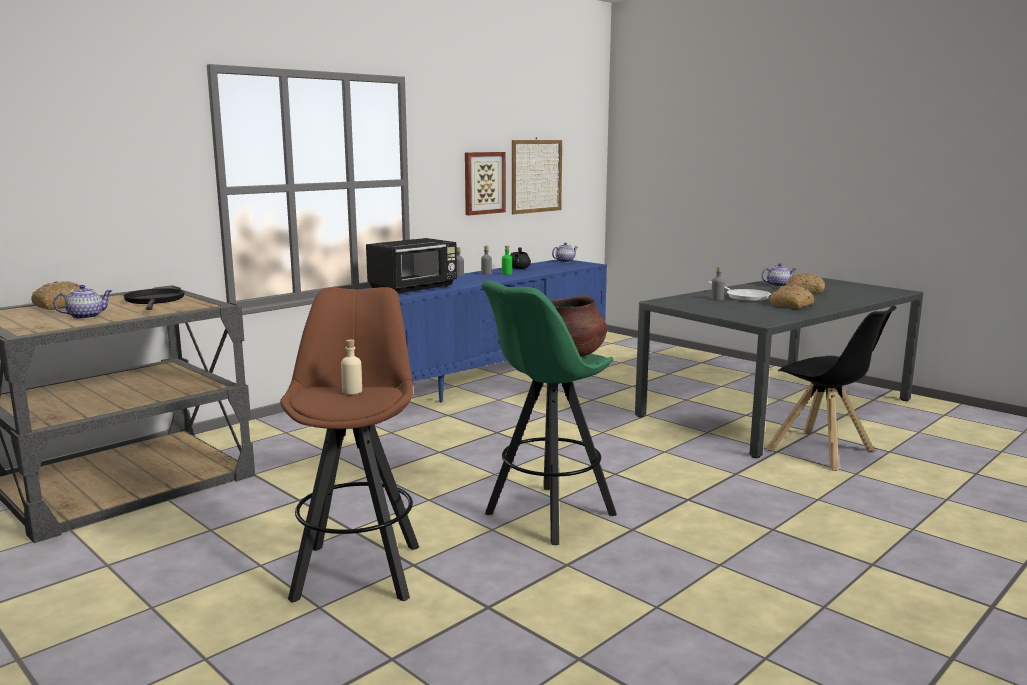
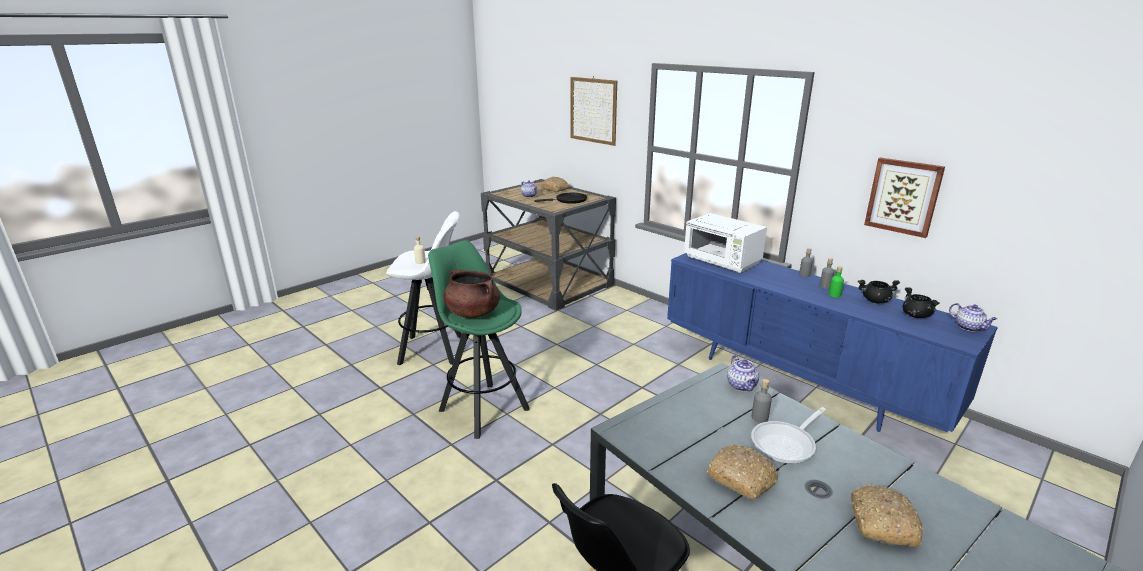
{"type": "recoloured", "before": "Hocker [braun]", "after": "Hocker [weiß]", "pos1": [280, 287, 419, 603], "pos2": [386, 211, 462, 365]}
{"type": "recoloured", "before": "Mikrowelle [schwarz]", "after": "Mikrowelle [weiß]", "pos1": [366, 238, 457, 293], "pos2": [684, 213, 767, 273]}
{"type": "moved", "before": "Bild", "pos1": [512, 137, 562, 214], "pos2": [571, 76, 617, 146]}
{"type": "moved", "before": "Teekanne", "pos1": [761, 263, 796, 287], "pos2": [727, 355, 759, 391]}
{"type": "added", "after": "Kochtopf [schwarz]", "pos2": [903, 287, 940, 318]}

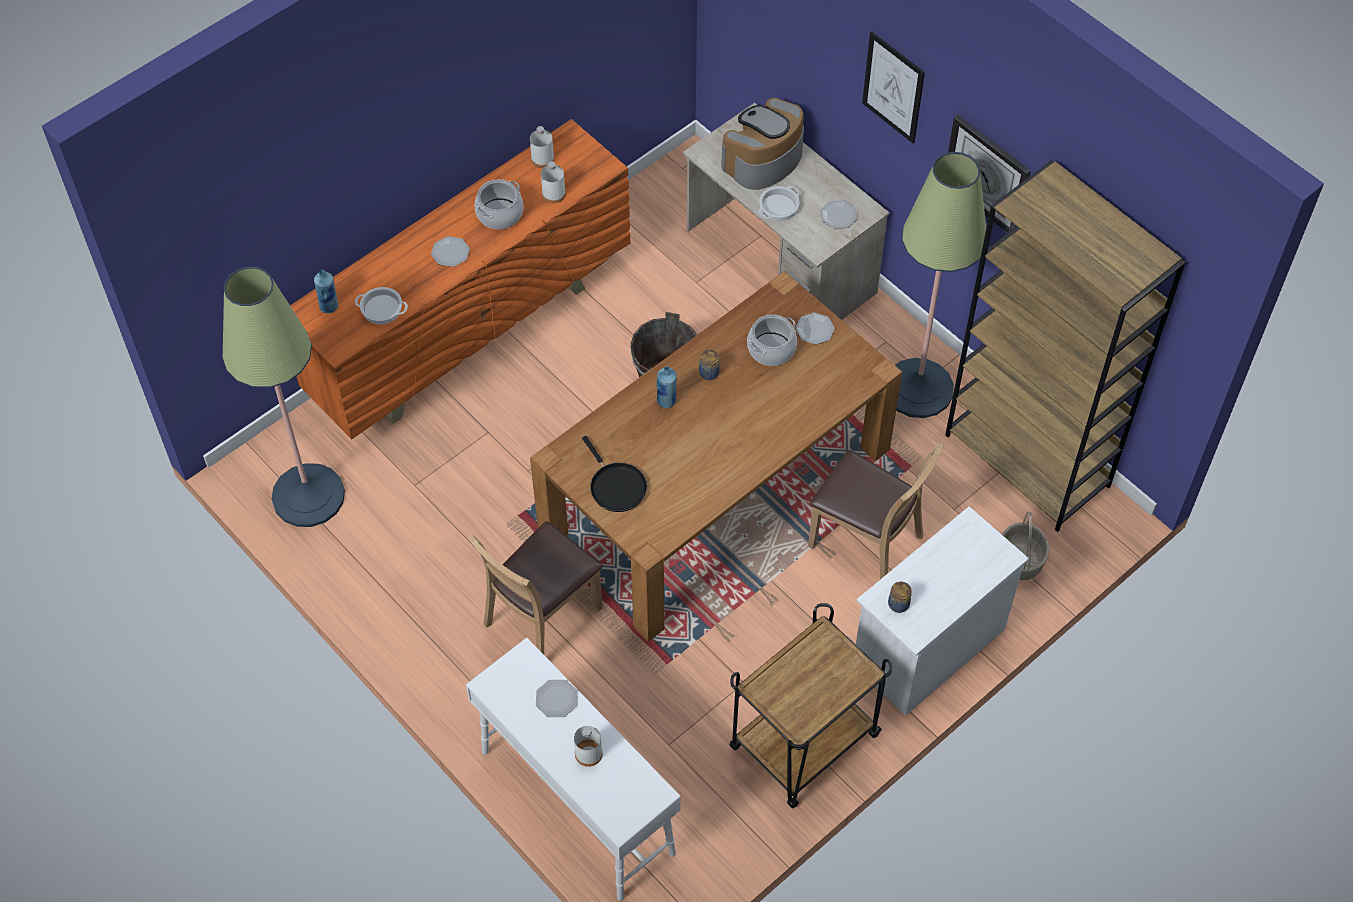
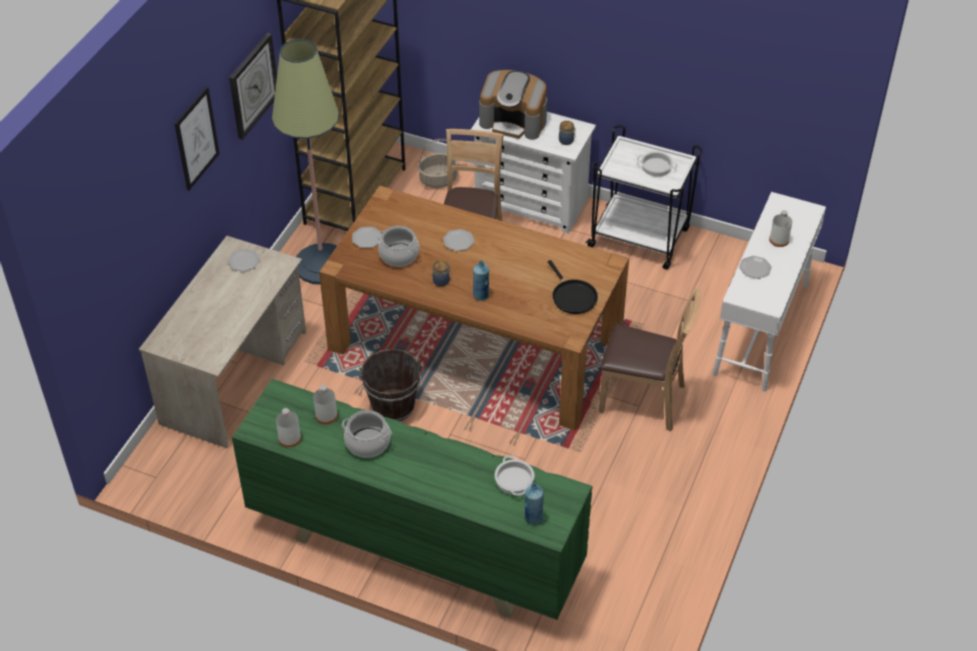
{"type": "removed", "before": "Stehlampe", "pos1": [222, 267, 345, 527]}
{"type": "recoloured", "before": "Schrank [orange]", "after": "Schrank [grün]", "pos1": [290, 119, 630, 439], "pos2": [232, 379, 592, 620]}
{"type": "moved", "before": "Teller", "pos1": [431, 236, 470, 267], "pos2": [443, 229, 475, 251]}
{"type": "turned", "before": "Pfanne [schwarz]", "pos1": [582, 436, 647, 512], "pos2": [548, 260, 598, 314], "turn": 120}
{"type": "moved", "before": "Kaffeemaschine", "pos1": [721, 98, 804, 190], "pos2": [479, 70, 547, 140]}
{"type": "recoloured", "before": "Rollwagen [braun]", "after": "Rollwagen [weiß]", "pos1": [730, 603, 892, 808], "pos2": [585, 125, 702, 270]}
{"type": "moved", "before": "Kochtopf", "pos1": [758, 186, 800, 221], "pos2": [637, 151, 678, 177]}

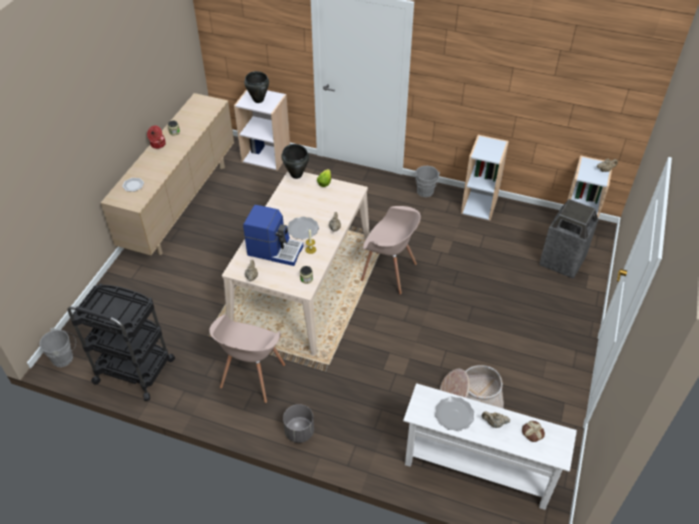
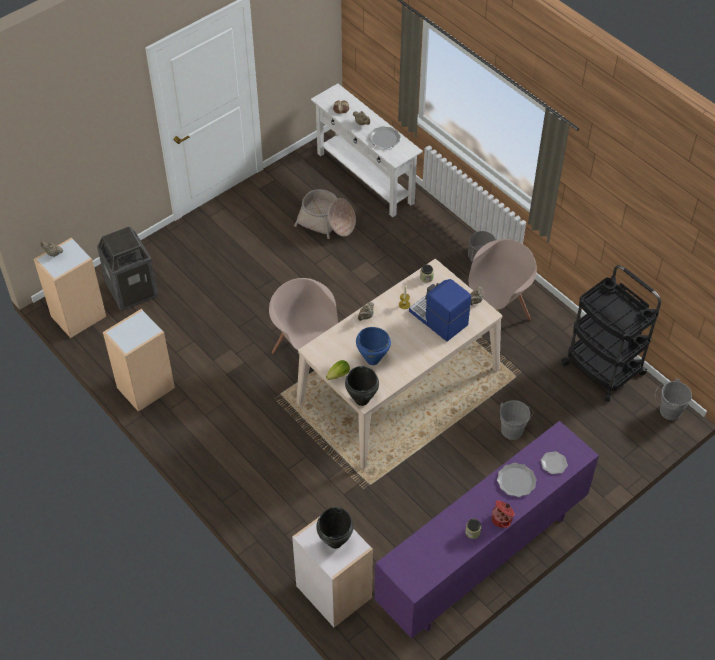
{"type": "recoloured", "before": "Schrank [beige]", "after": "Schrank [lila]", "pos1": [101, 93, 234, 255], "pos2": [375, 421, 599, 639]}
{"type": "moved", "before": "Teller", "pos1": [287, 217, 319, 239], "pos2": [497, 463, 537, 497]}
{"type": "moved", "before": "Eimer [grau]", "pos1": [415, 166, 440, 197], "pos2": [500, 400, 534, 440]}
{"type": "added", "after": "Kochtopf [blau]", "pos2": [356, 327, 391, 365]}

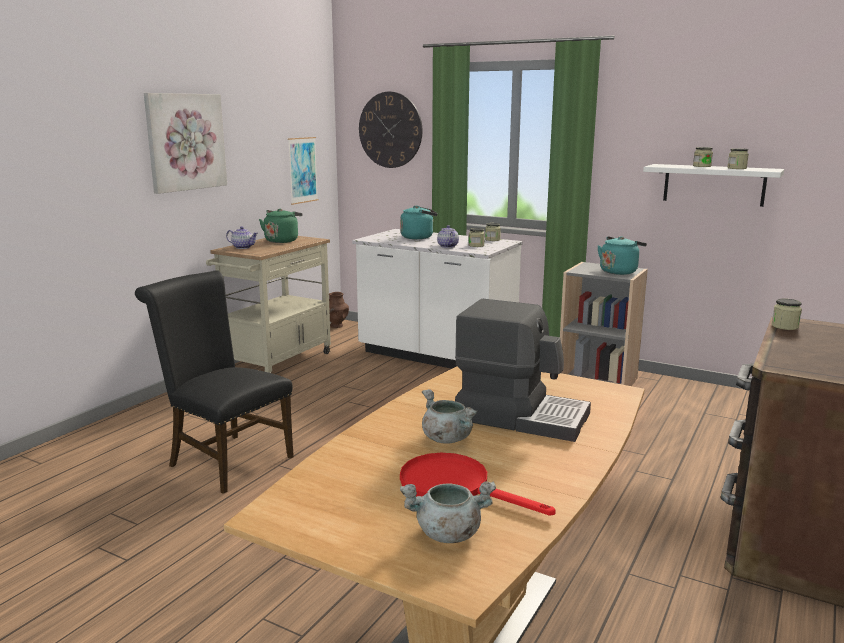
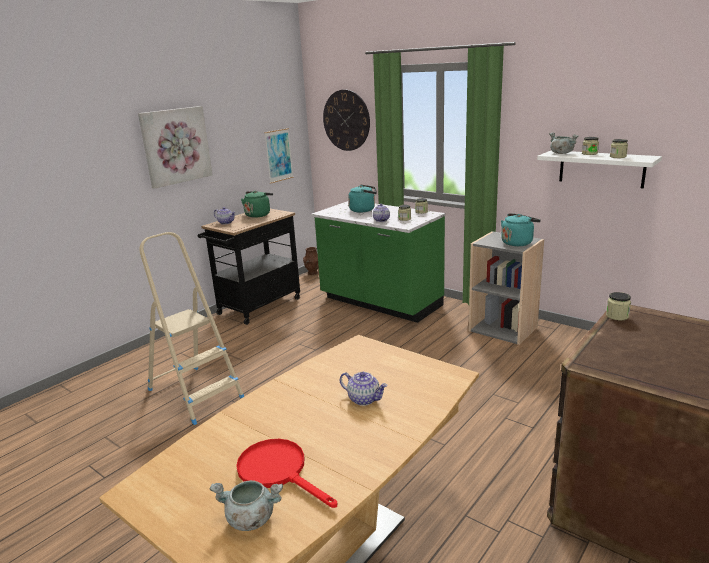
{"type": "replaced", "before": "Stuhl [schwarz]", "after": "Trittleiter [beige]", "pos1": [135, 270, 294, 494], "pos2": [140, 232, 244, 425]}
{"type": "recoloured", "before": "Rollwagen [beige]", "after": "Rollwagen [schwarz]", "pos1": [206, 236, 331, 373], "pos2": [198, 209, 300, 325]}
{"type": "recoloured", "before": "Küchenzeile [weiß]", "after": "Küchenzeile [grün]", "pos1": [352, 229, 523, 369], "pos2": [311, 201, 446, 323]}
{"type": "moved", "before": "Kochtopf [grau]", "pos1": [422, 389, 478, 444], "pos2": [549, 132, 579, 154]}
{"type": "replaced", "before": "Kaffeemaschine", "after": "Teekanne", "pos1": [455, 299, 591, 442], "pos2": [340, 372, 388, 406]}

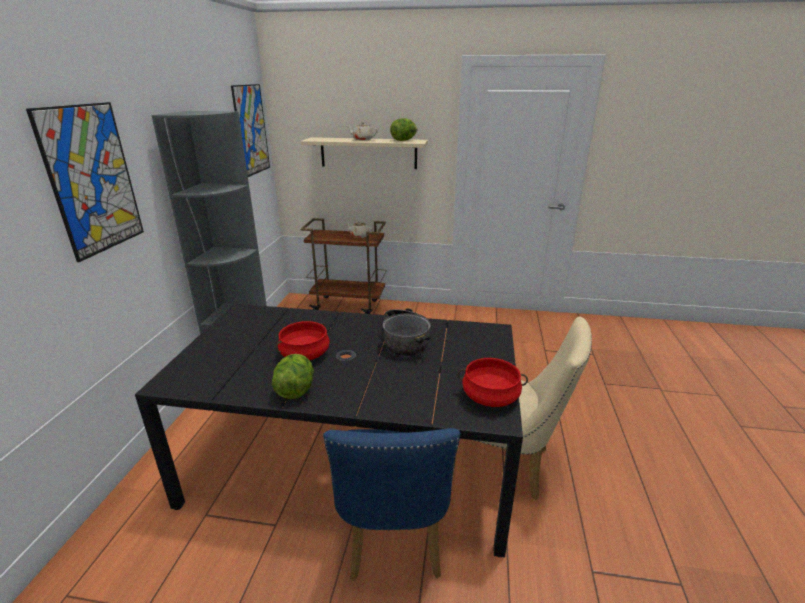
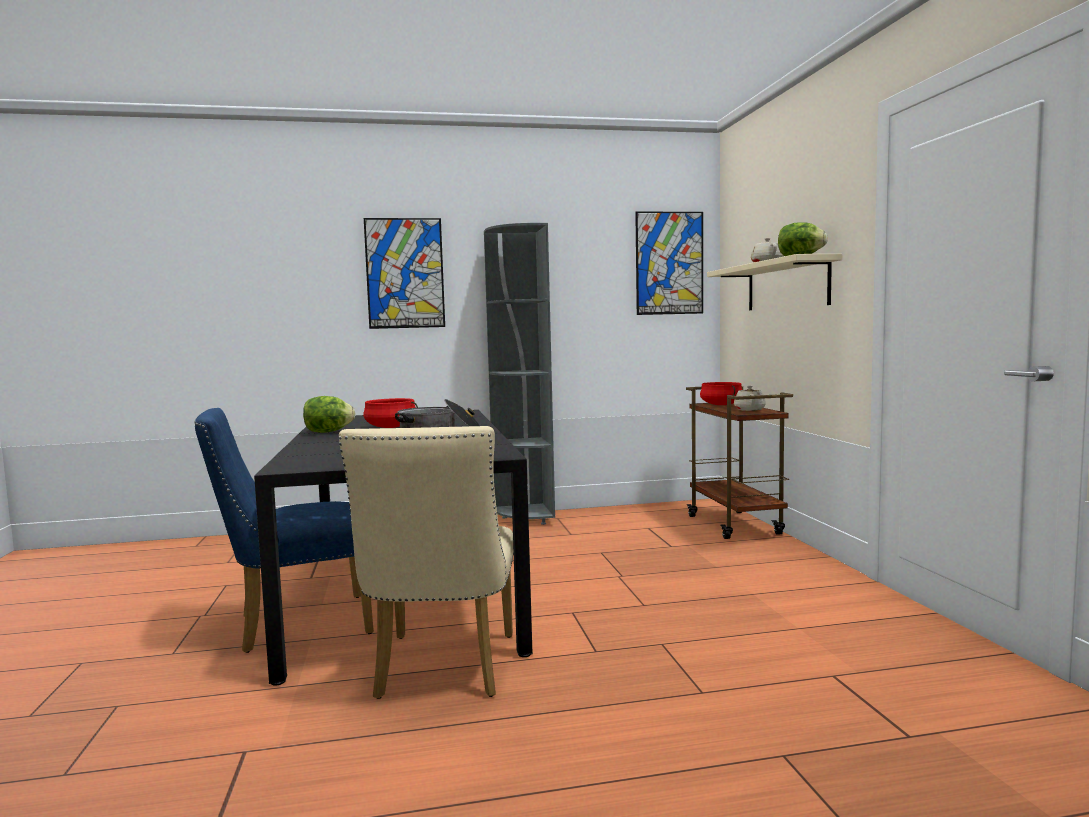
{"type": "moved", "before": "Kochtopf [rot]", "pos1": [458, 358, 528, 407], "pos2": [700, 382, 742, 405]}

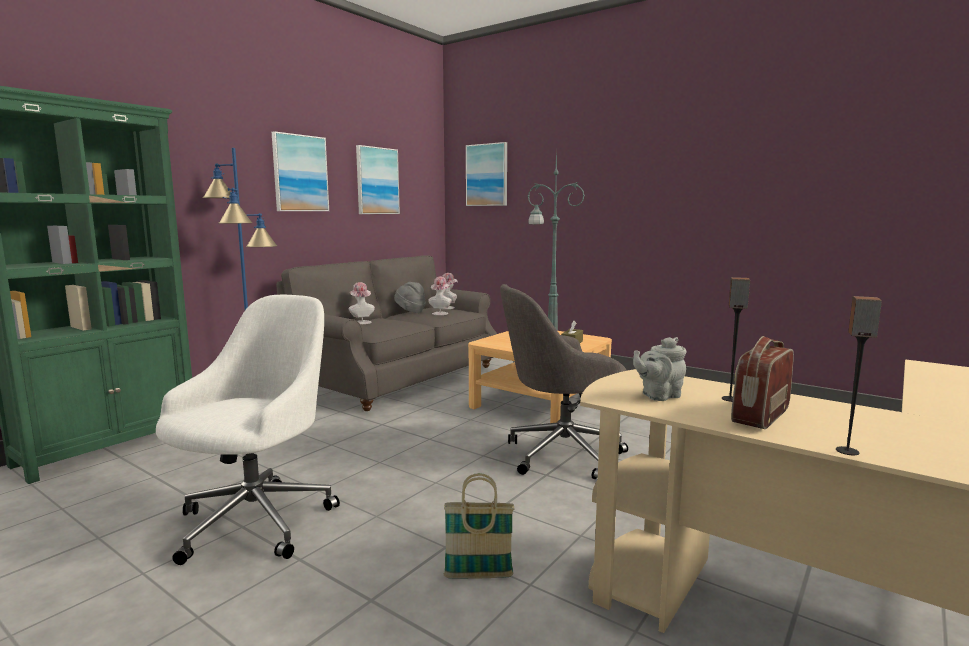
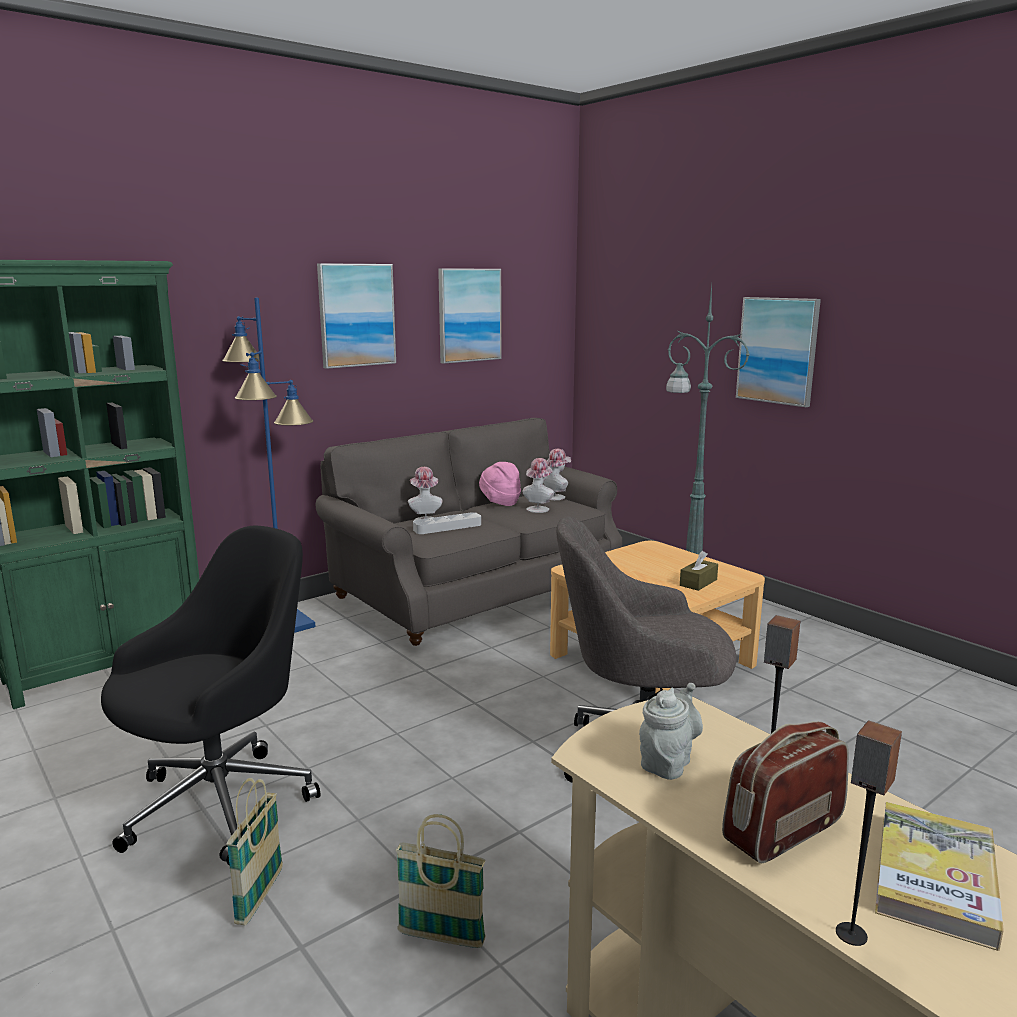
{"type": "recoloured", "before": "Bürostuhl [weiß]", "after": "Bürostuhl [schwarz]", "pos1": [156, 295, 340, 565], "pos2": [101, 526, 321, 866]}
{"type": "recoloured", "before": "Hut [grau]", "after": "Hut [rosa]", "pos1": [394, 282, 426, 313], "pos2": [479, 462, 521, 506]}
{"type": "moved", "before": "Bild", "pos1": [466, 142, 507, 206], "pos2": [736, 297, 821, 407]}
{"type": "turned", "before": "Teekanne [grau]", "pos1": [633, 337, 687, 401], "pos2": [639, 683, 703, 780], "turn": 135}
{"type": "added", "after": "Korb", "pos2": [226, 778, 283, 925]}
{"type": "added", "after": "Tablett [grau]", "pos2": [413, 512, 481, 534]}
{"type": "added", "after": "Buch", "pos2": [875, 802, 1004, 951]}

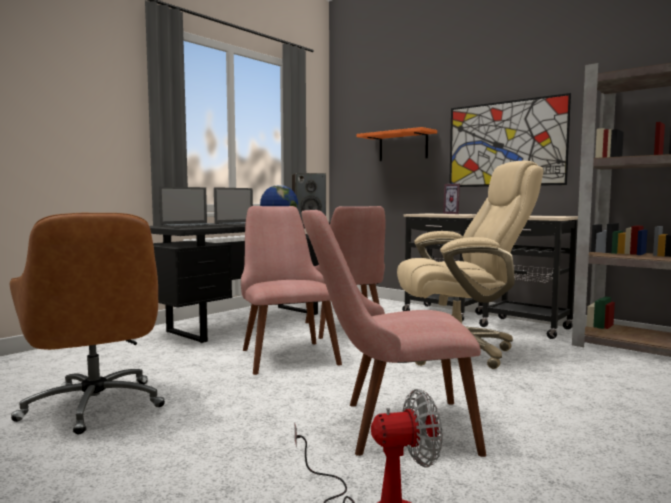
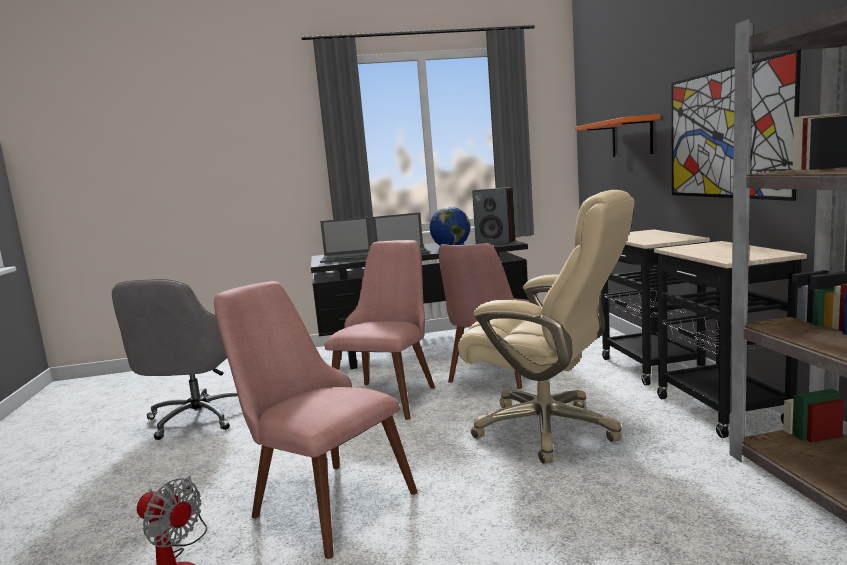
{"type": "recoloured", "before": "Bürostuhl [braun]", "after": "Bürostuhl [grau]", "pos1": [10, 213, 165, 434], "pos2": [112, 279, 238, 440]}
{"type": "removed", "before": "Bilderrahmen", "pos1": [443, 183, 460, 214]}

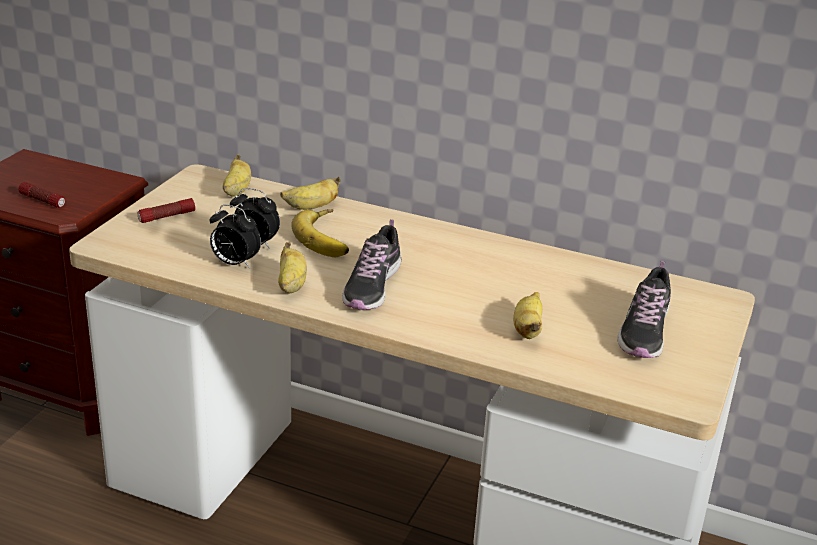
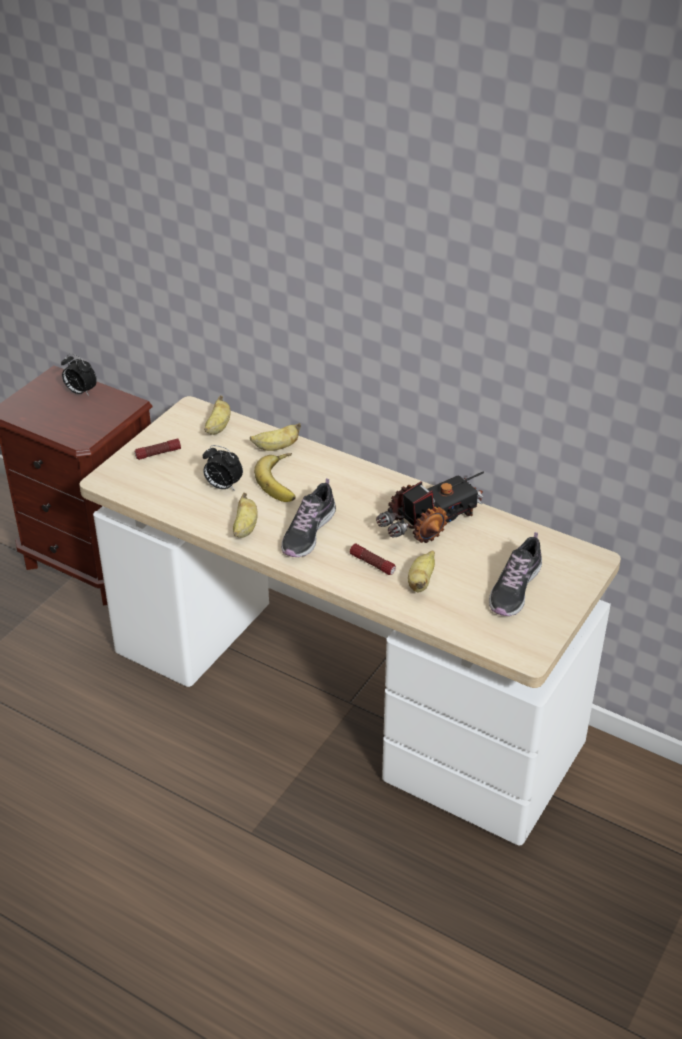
{"type": "moved", "before": "Taschenlampe", "pos1": [18, 182, 65, 208], "pos2": [350, 543, 396, 575]}
{"type": "moved", "before": "Wecker", "pos1": [210, 205, 261, 268], "pos2": [61, 353, 97, 396]}
{"type": "added", "after": "Spielzeuglaster", "pos2": [376, 472, 484, 543]}

